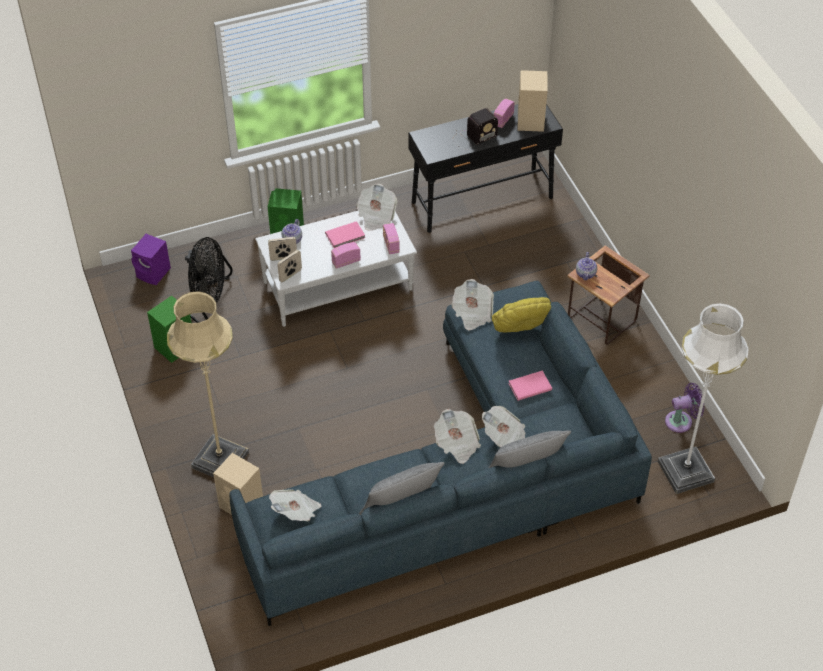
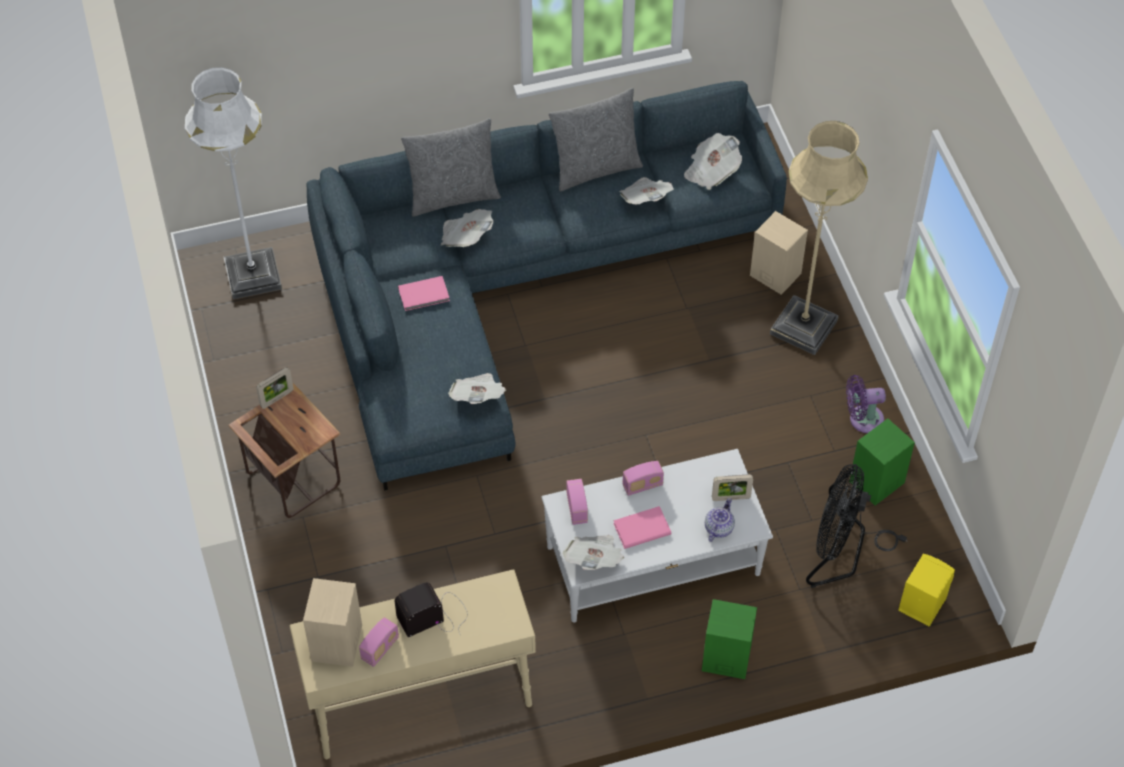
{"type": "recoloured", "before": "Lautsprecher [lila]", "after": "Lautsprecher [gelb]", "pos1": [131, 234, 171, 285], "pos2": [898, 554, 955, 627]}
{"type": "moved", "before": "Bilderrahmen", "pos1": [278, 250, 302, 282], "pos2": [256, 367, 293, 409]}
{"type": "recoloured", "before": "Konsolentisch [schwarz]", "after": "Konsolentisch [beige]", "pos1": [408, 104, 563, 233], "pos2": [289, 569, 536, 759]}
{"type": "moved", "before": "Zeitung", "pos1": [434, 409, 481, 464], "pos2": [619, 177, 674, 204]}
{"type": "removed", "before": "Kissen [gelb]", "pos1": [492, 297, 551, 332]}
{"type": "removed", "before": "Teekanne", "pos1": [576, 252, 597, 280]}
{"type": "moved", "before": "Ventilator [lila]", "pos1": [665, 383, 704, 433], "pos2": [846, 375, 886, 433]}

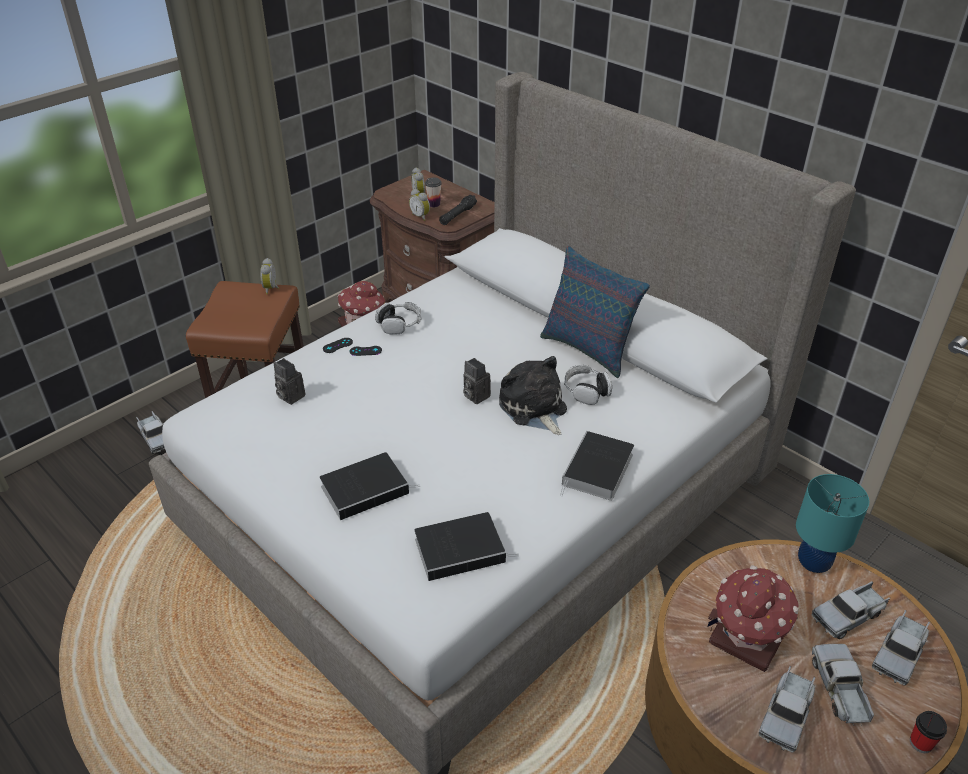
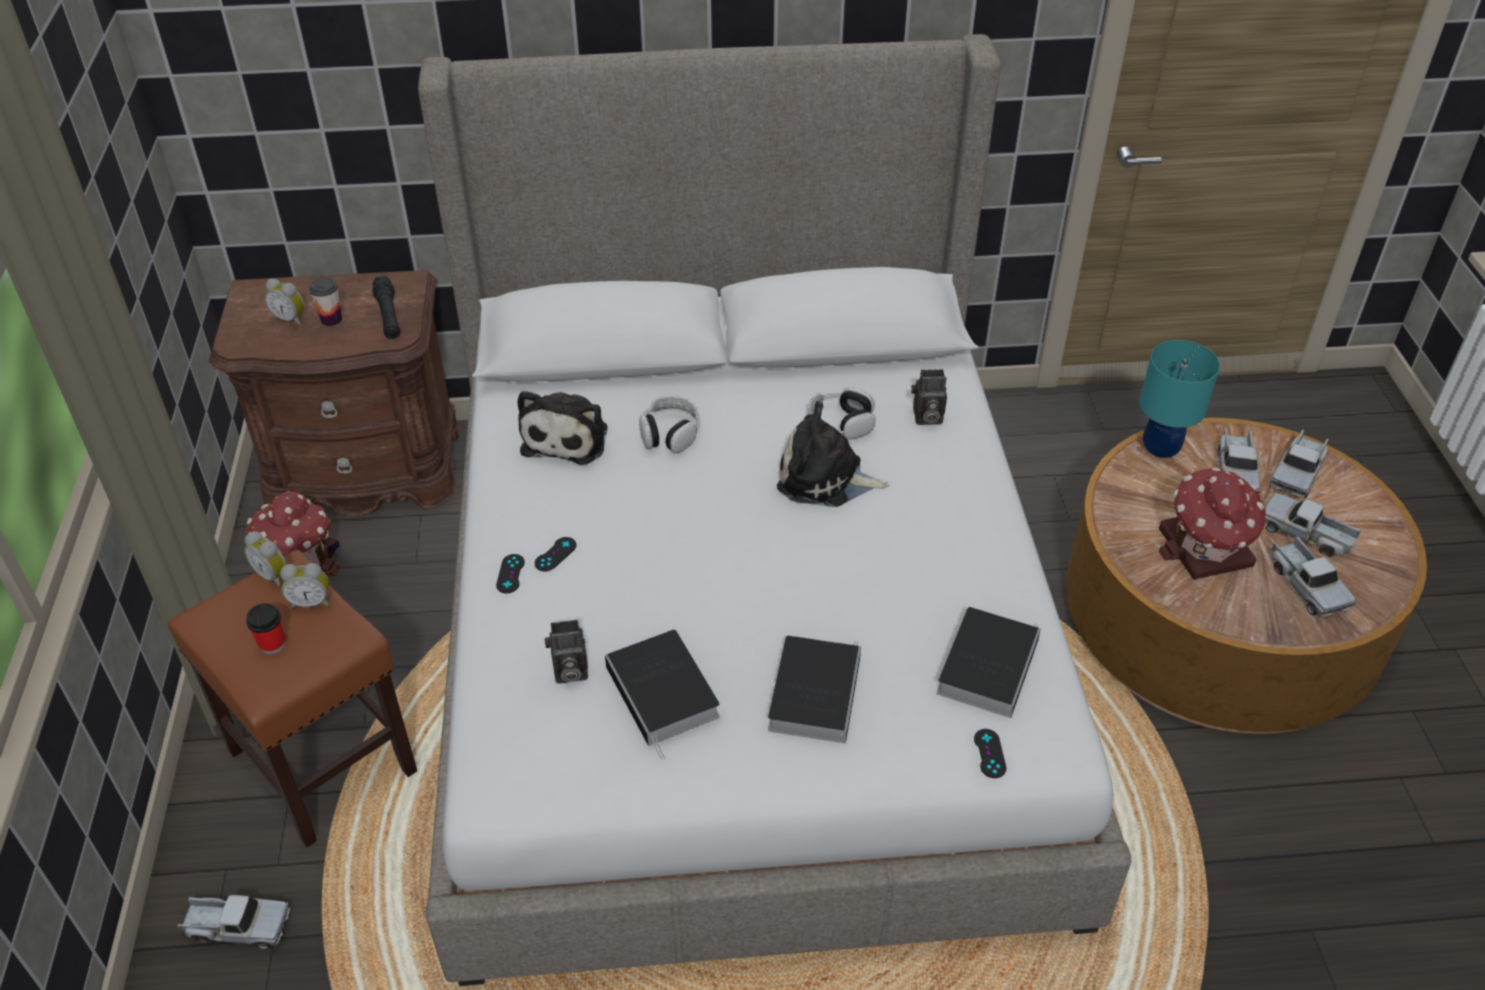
{"type": "moved", "before": "Kopfhörer", "pos1": [375, 302, 421, 334], "pos2": [639, 396, 700, 454]}
{"type": "moved", "before": "Wecker", "pos1": [409, 189, 430, 221], "pos2": [280, 563, 330, 609]}
{"type": "moved", "before": "Kamera", "pos1": [463, 358, 491, 404], "pos2": [911, 369, 947, 425]}
{"type": "removed", "before": "Kissen [blau]", "pos1": [540, 246, 650, 378]}
{"type": "moved", "before": "Buch", "pos1": [560, 431, 634, 501], "pos2": [605, 630, 720, 760]}
{"type": "turned", "before": "Spielzeuglaster", "pos1": [872, 610, 930, 685], "pos2": [1270, 430, 1329, 498], "turn": 45}
{"type": "moved", "before": "Tasse", "pos1": [910, 711, 947, 753], "pos2": [246, 603, 286, 654]}
{"type": "added", "after": "Plüschtier", "pos2": [517, 391, 607, 465]}
{"type": "added", "after": "Gamepad [schwarz]", "pos2": [974, 729, 1007, 778]}

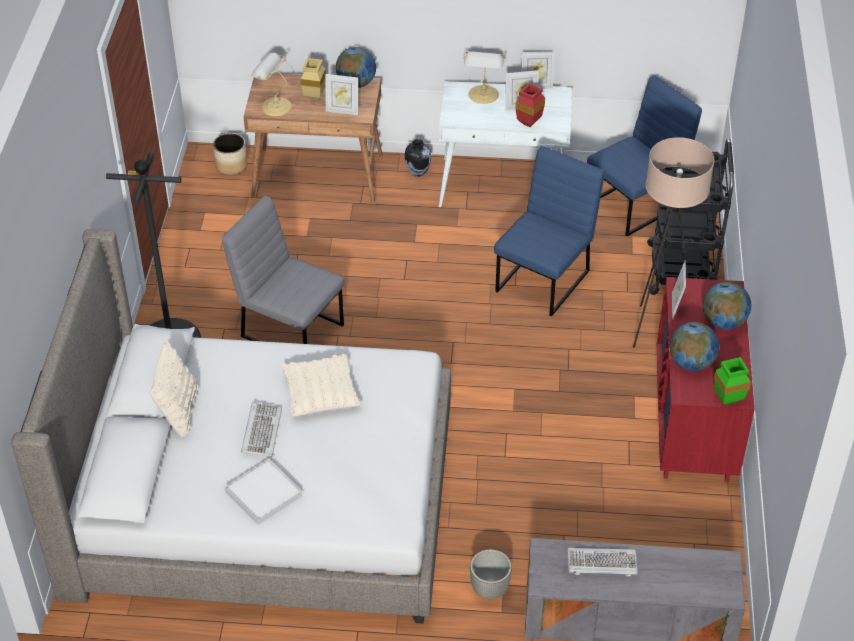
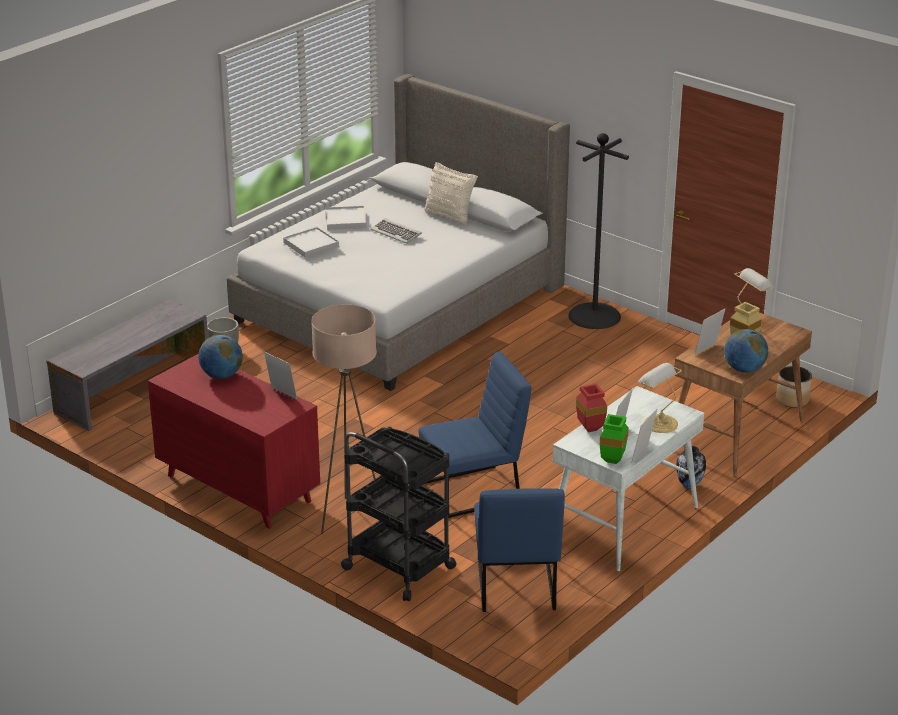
{"type": "removed", "before": "Stuhl [grau]", "pos1": [222, 196, 344, 344]}
{"type": "removed", "before": "Kissen [beige]", "pos1": [282, 353, 361, 416]}
{"type": "turned", "before": "Stuhl [blau]", "pos1": [494, 146, 605, 316], "pos2": [419, 352, 532, 518], "turn": -90}
{"type": "removed", "before": "Tastatur", "pos1": [567, 548, 638, 576]}
{"type": "removed", "before": "Globus", "pos1": [703, 282, 751, 330]}
{"type": "moved", "before": "Vase [grün]", "pos1": [714, 357, 751, 405], "pos2": [600, 414, 629, 464]}
{"type": "added", "after": "Tablett [weiß]", "pos2": [283, 227, 339, 258]}

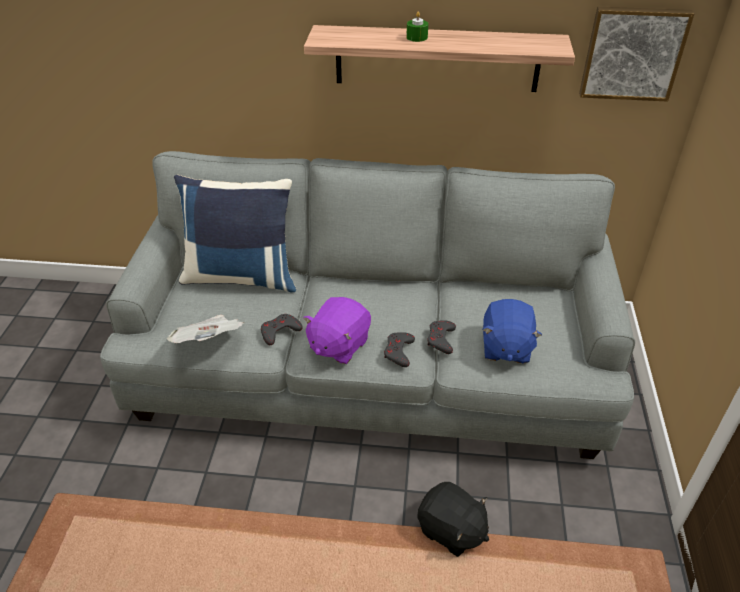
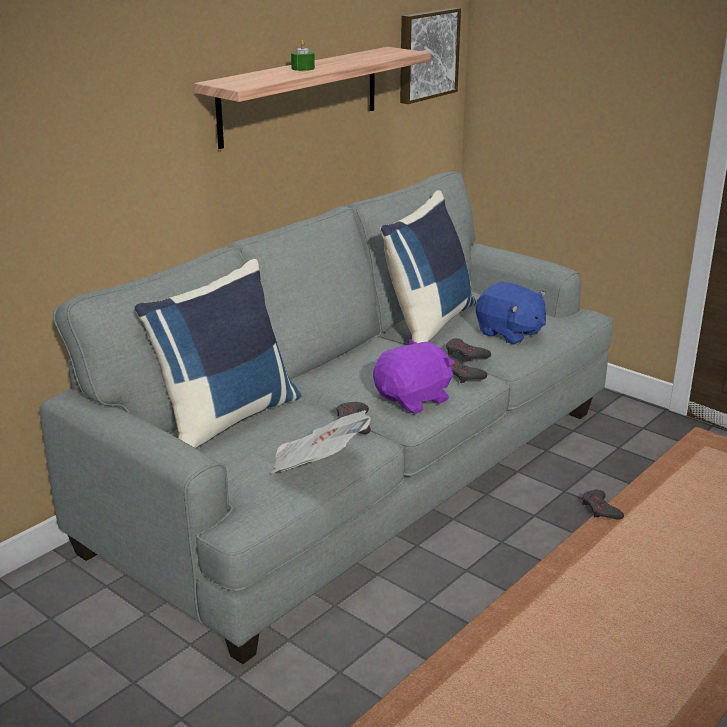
{"type": "turned", "before": "Plüschtier [lila]", "pos1": [303, 297, 371, 364], "pos2": [373, 339, 454, 414], "turn": -105}
{"type": "replaced", "before": "Plüschtier [schwarz]", "after": "Gamepad [grau]", "pos1": [417, 482, 489, 557], "pos2": [582, 490, 624, 520]}
{"type": "added", "after": "Kissen [blau]", "pos2": [380, 190, 476, 343]}

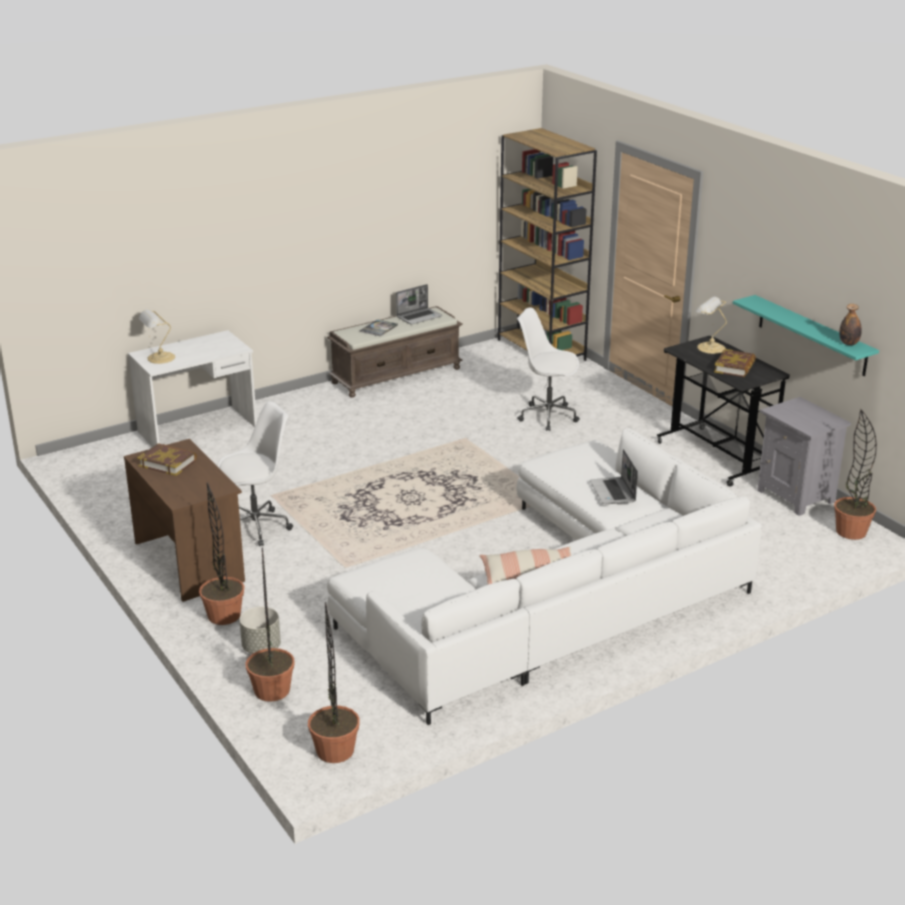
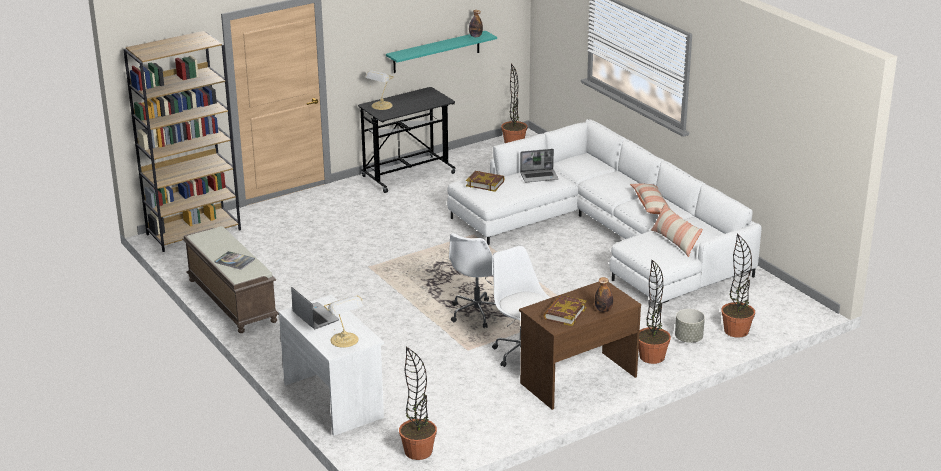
{"type": "moved", "before": "Topfpflanze", "pos1": [308, 602, 360, 763], "pos2": [399, 347, 437, 460]}
{"type": "moved", "before": "Laptop", "pos1": [396, 284, 442, 325], "pos2": [291, 287, 339, 329]}
{"type": "moved", "before": "Bürostuhl [weiß]", "pos1": [517, 307, 580, 431], "pos2": [449, 233, 504, 328]}
{"type": "moved", "before": "Buch", "pos1": [714, 349, 756, 377], "pos2": [466, 171, 505, 192]}
{"type": "removed", "before": "Nachttisch [grau]", "pos1": [757, 397, 851, 516]}
{"type": "added", "after": "Flasche", "pos2": [595, 277, 613, 312]}
{"type": "added", "after": "Kissen", "pos2": [651, 203, 703, 257]}

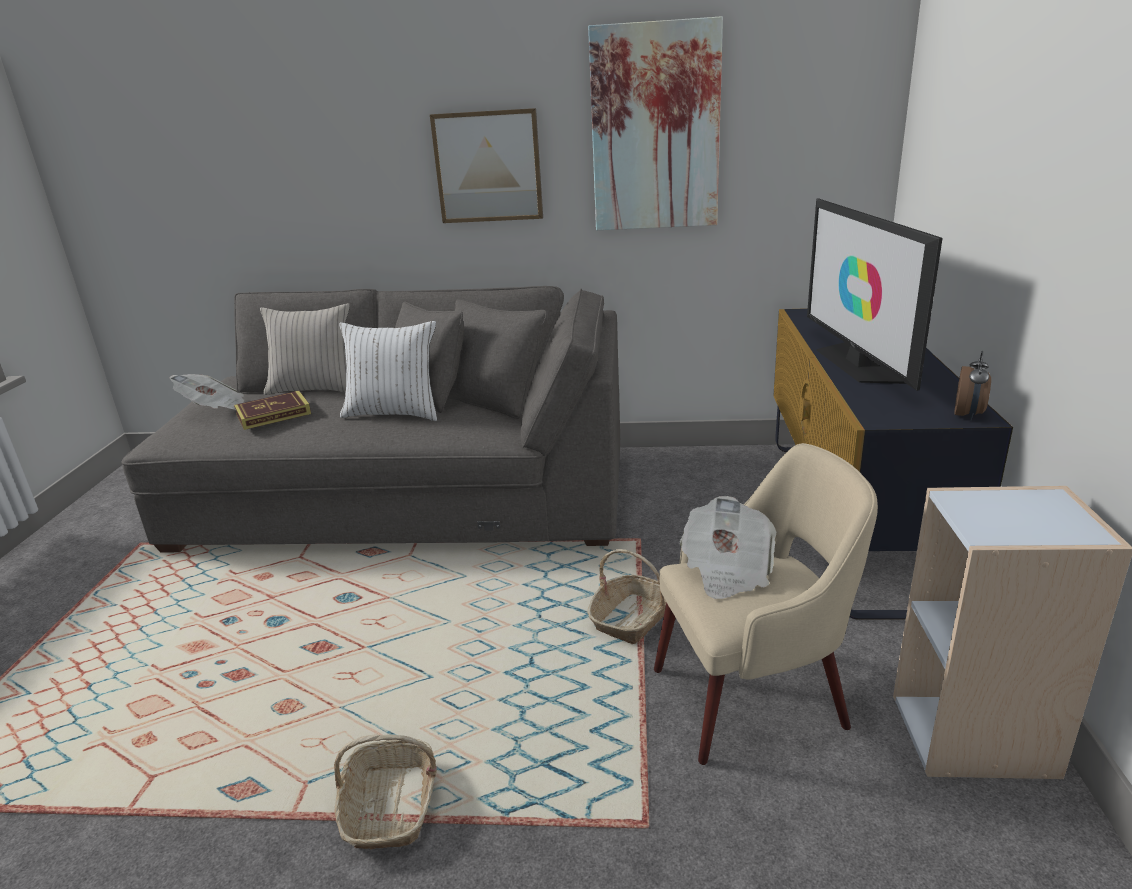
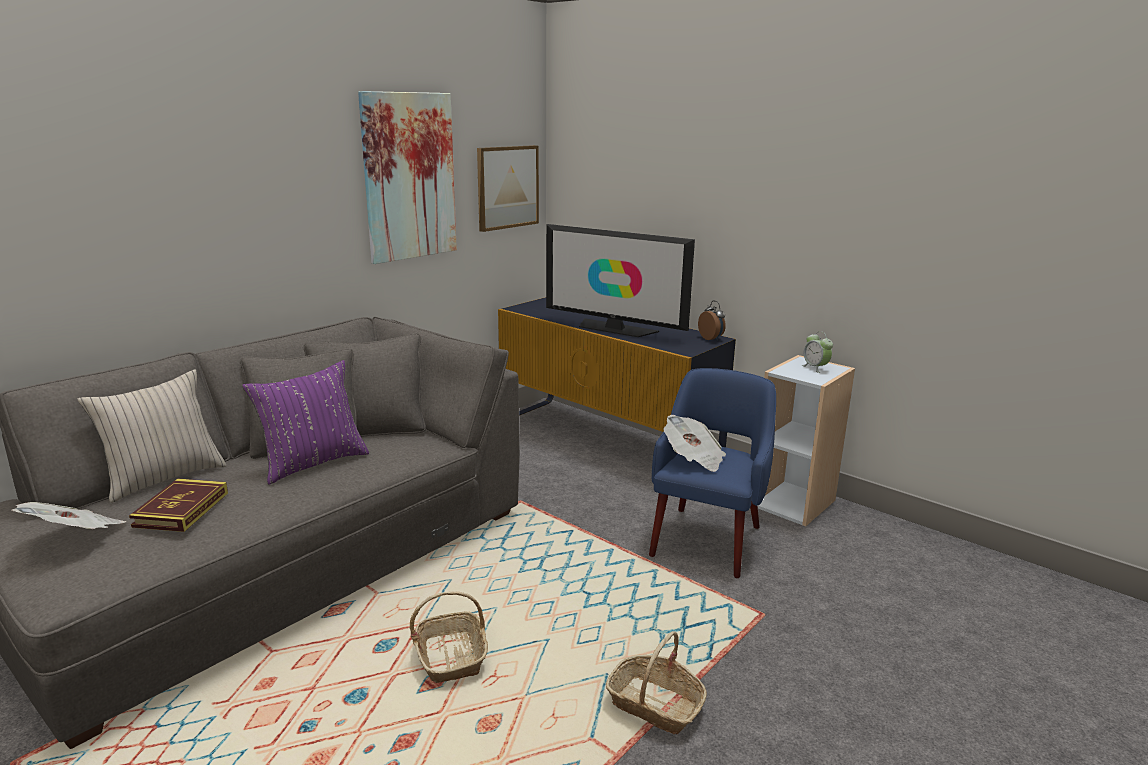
{"type": "recoloured", "before": "Kissen [weiß]", "after": "Kissen [lila]", "pos1": [339, 321, 437, 421], "pos2": [242, 360, 369, 485]}
{"type": "moved", "before": "Bild", "pos1": [430, 108, 543, 223], "pos2": [477, 145, 539, 232]}
{"type": "moved", "before": "Korb", "pos1": [587, 549, 666, 644], "pos2": [410, 591, 488, 683]}
{"type": "recoloured", "before": "Sessel [beige]", "after": "Sessel [blau]", "pos1": [654, 443, 878, 765], "pos2": [649, 368, 776, 578]}
{"type": "added", "after": "Wecker", "pos2": [801, 331, 833, 373]}

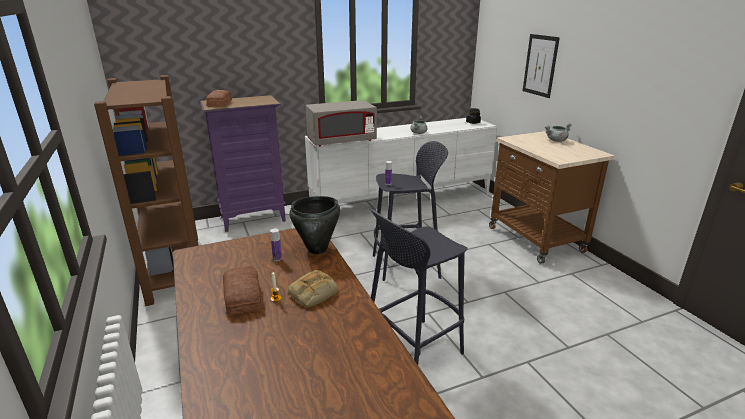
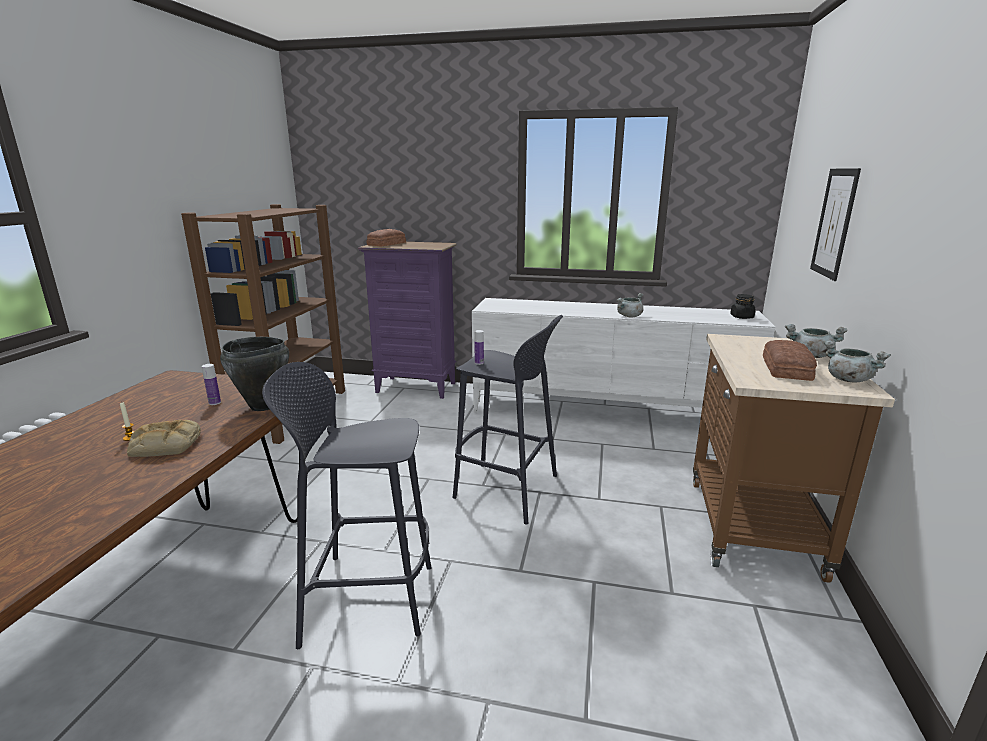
{"type": "moved", "before": "Brot", "pos1": [223, 266, 262, 315], "pos2": [763, 340, 817, 381]}
{"type": "removed", "before": "Mikrowelle [grau]", "pos1": [305, 100, 377, 146]}
{"type": "added", "after": "Kochtopf [grau]", "pos2": [824, 340, 891, 382]}

